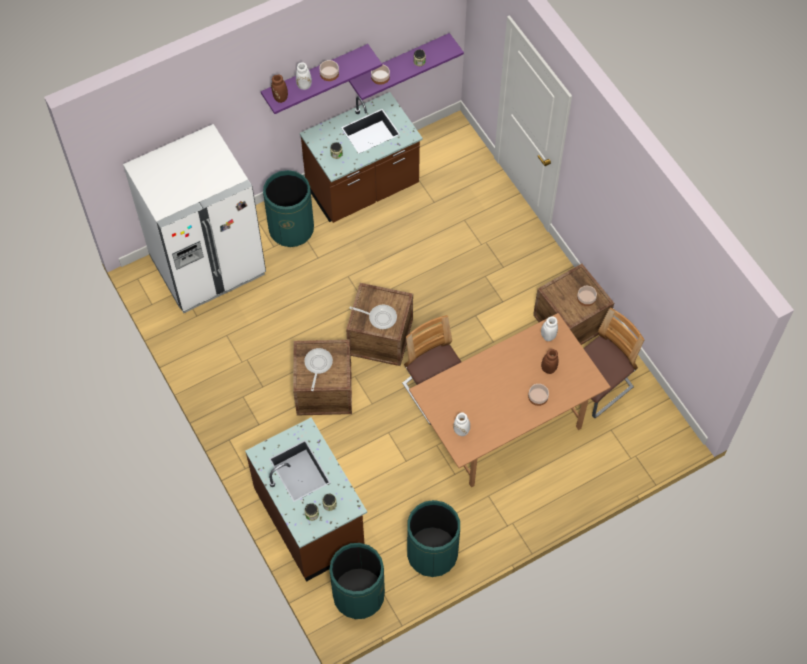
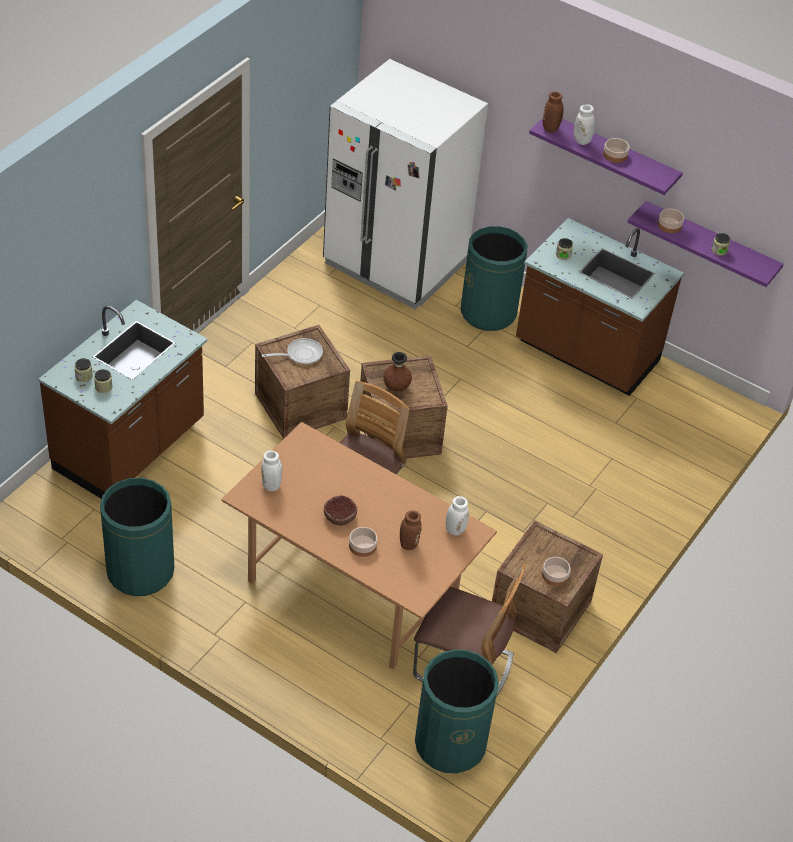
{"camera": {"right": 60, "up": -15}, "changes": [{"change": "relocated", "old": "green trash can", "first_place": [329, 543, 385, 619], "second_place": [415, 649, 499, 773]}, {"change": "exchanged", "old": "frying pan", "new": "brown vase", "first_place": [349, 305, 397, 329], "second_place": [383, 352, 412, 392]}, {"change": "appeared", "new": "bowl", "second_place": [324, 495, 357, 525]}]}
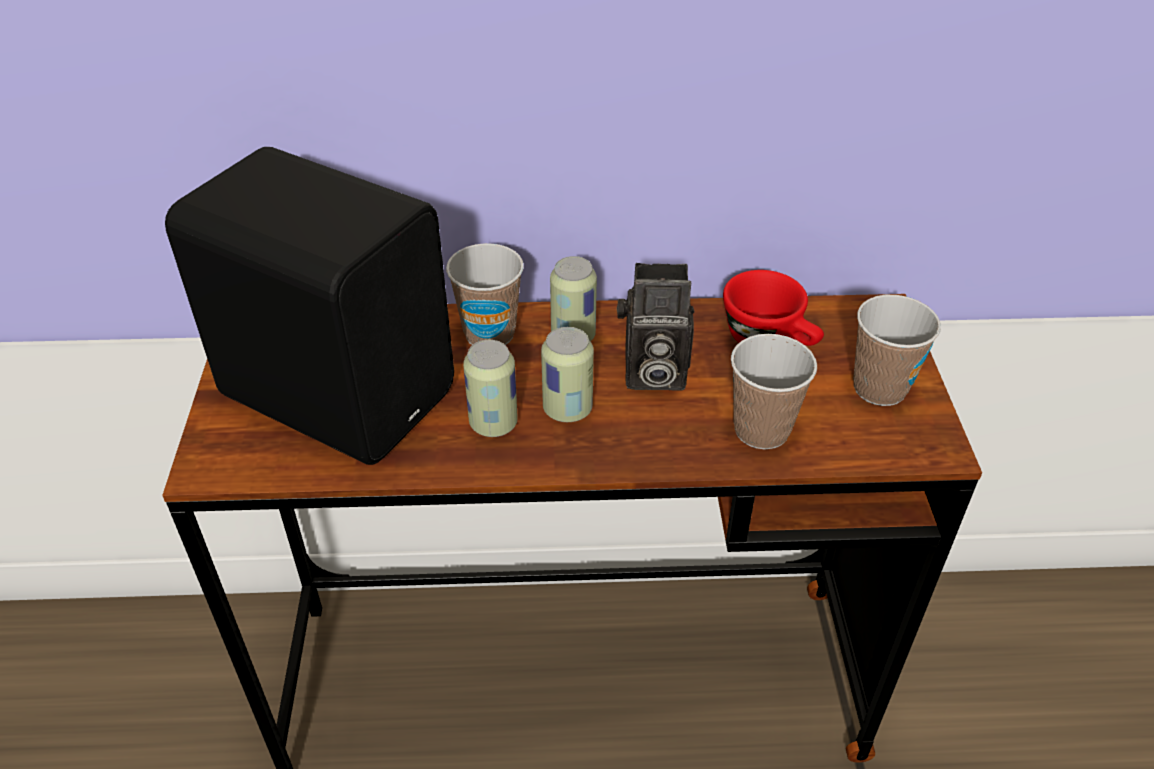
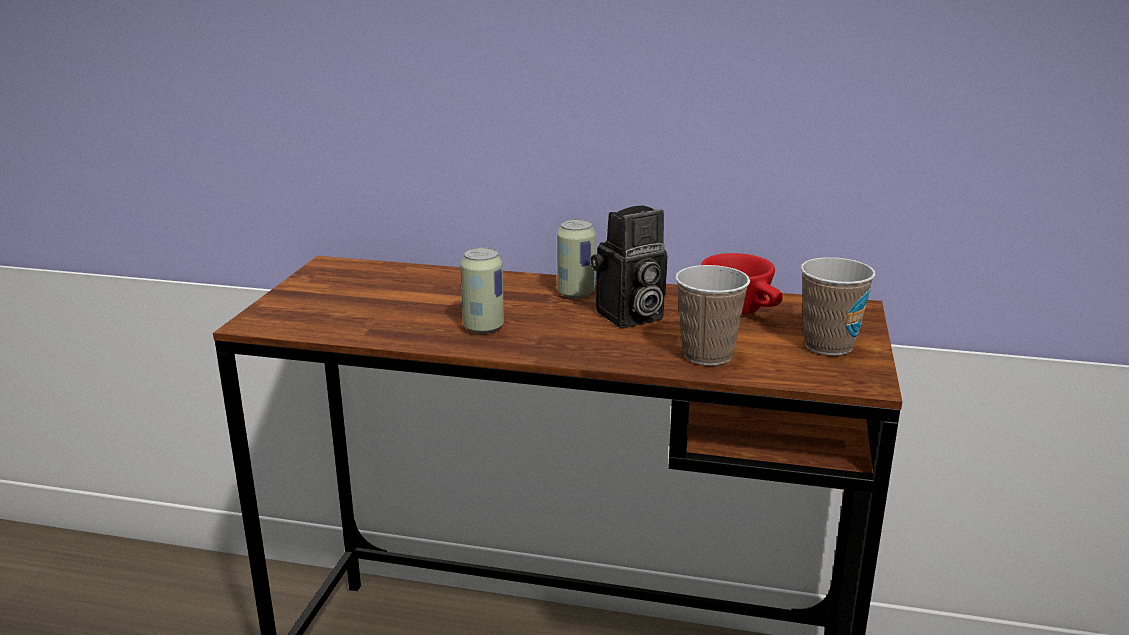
{"camera": {"right": 15, "up": -20}, "changes": [{"change": "missing", "old": "black speaker", "first_place": [165, 147, 454, 465]}, {"change": "missing", "old": "cup", "first_place": [446, 243, 524, 345]}, {"change": "missing", "old": "can", "first_place": [541, 327, 594, 422]}, {"change": "spun", "old": "photo camera", "first_place": [617, 263, 695, 391], "second_place": [591, 206, 667, 328], "degrees": -45}]}
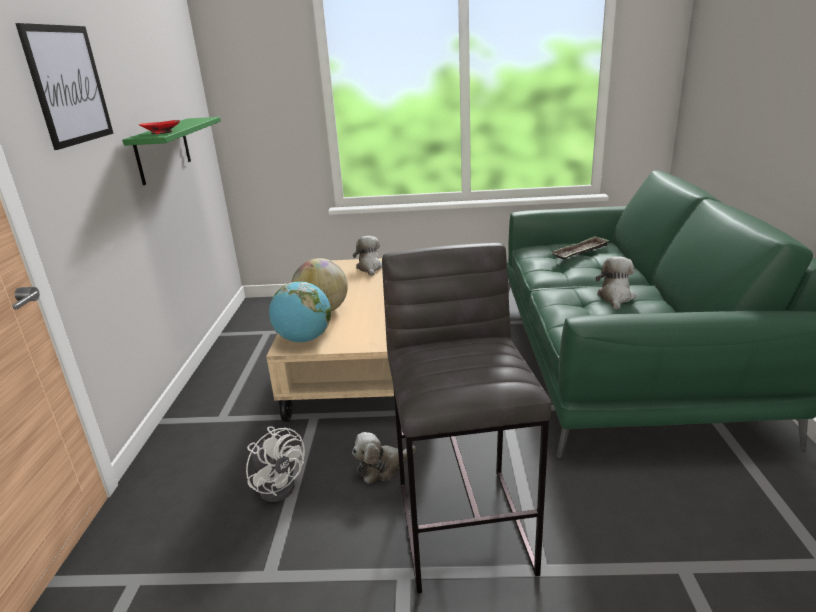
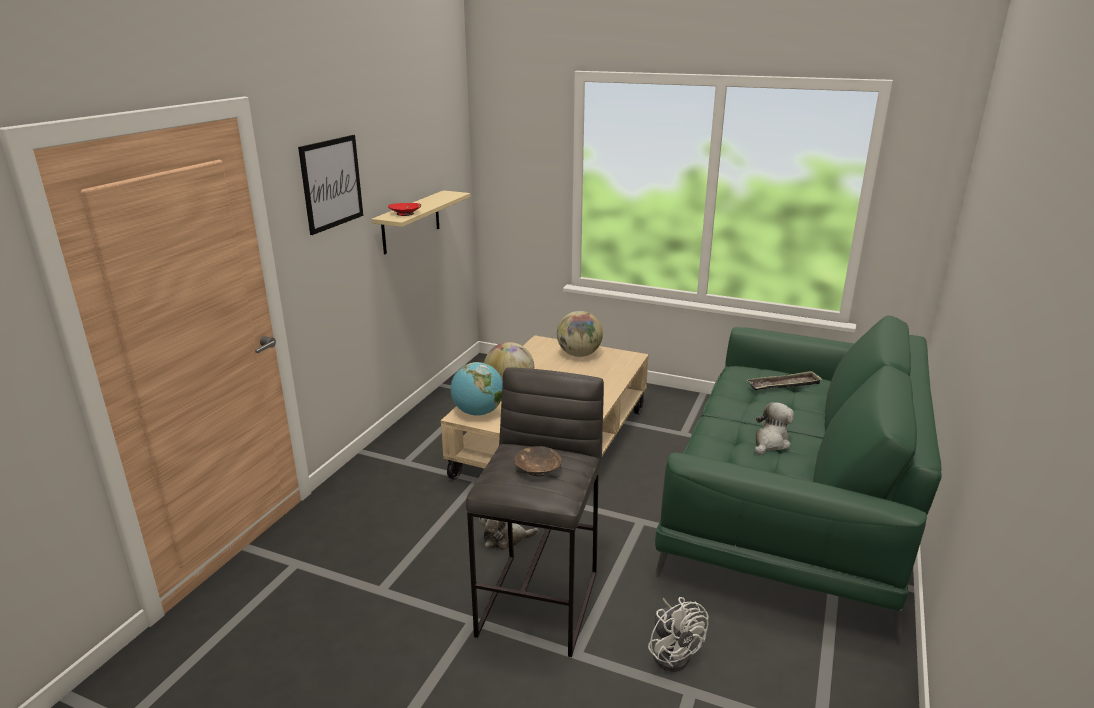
{"camera": {"right": 20, "up": 0}, "changes": [{"change": "colour", "old": "green shelf", "new": "beige shelf", "first_place": [123, 117, 221, 185], "second_place": [372, 190, 470, 255]}, {"change": "relocated", "old": "white fan", "first_place": [246, 426, 305, 502], "second_place": [648, 597, 709, 672]}, {"change": "exchanged", "old": "plush toy", "new": "globe", "first_place": [353, 236, 382, 276], "second_place": [557, 311, 603, 357]}, {"change": "appeared", "new": "brown bowl", "second_place": [514, 446, 562, 476]}]}
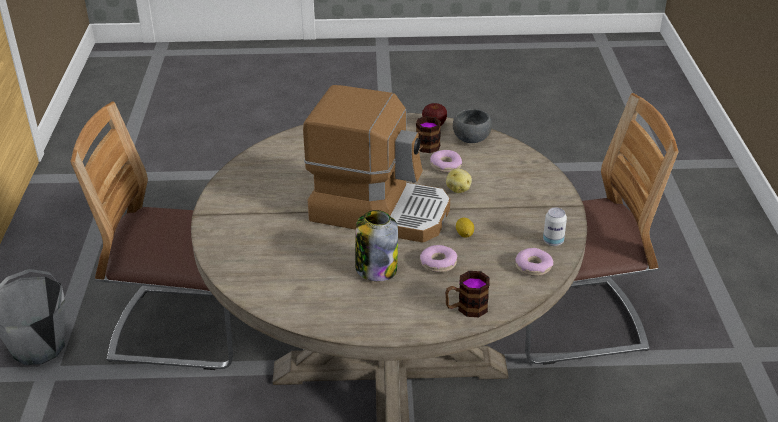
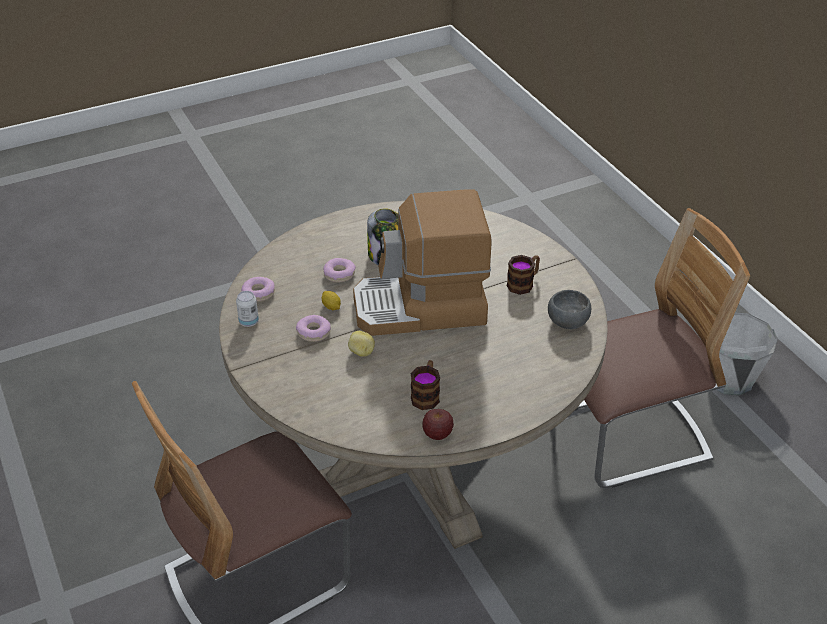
{"camera": {"right": 155, "up": 5}, "changes": [{"change": "relocated", "old": "donut", "first_place": [430, 150, 462, 172], "second_place": [296, 315, 331, 342]}, {"change": "relocated", "old": "mug", "first_place": [445, 271, 490, 317], "second_place": [507, 255, 540, 295]}, {"change": "relocated", "old": "grey bowl", "first_place": [453, 109, 492, 143], "second_place": [548, 290, 591, 329]}]}
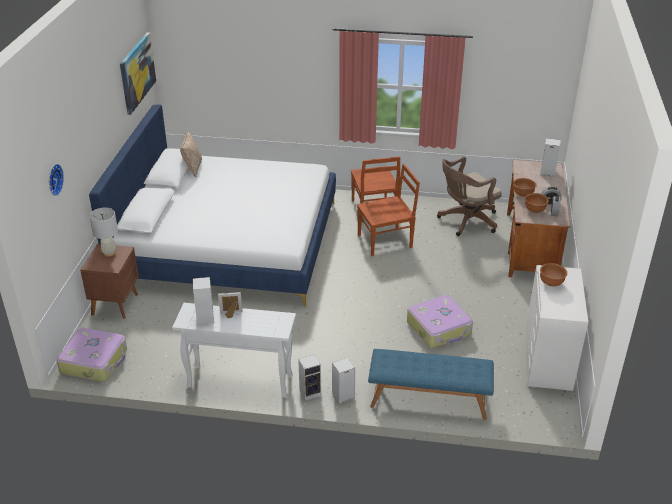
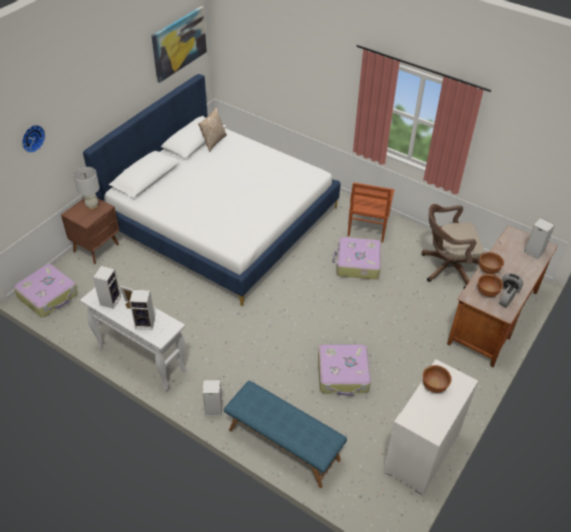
{"camera": {"right": 25, "up": 10}, "changes": [{"change": "relocated", "old": "speaker", "first_place": [298, 354, 321, 401], "second_place": [129, 290, 155, 330]}, {"change": "exchanged", "old": "brown chair", "new": "suitcase", "first_place": [357, 164, 420, 256], "second_place": [332, 237, 381, 280]}]}
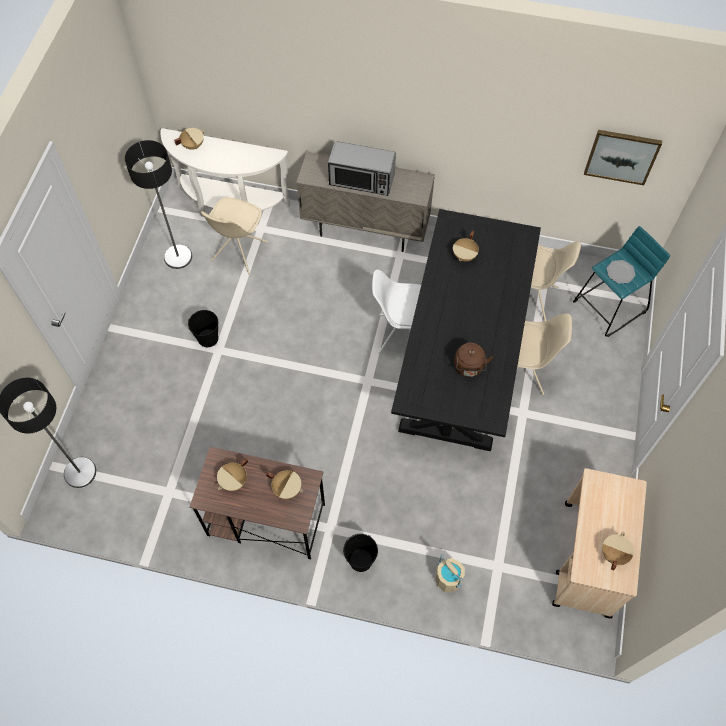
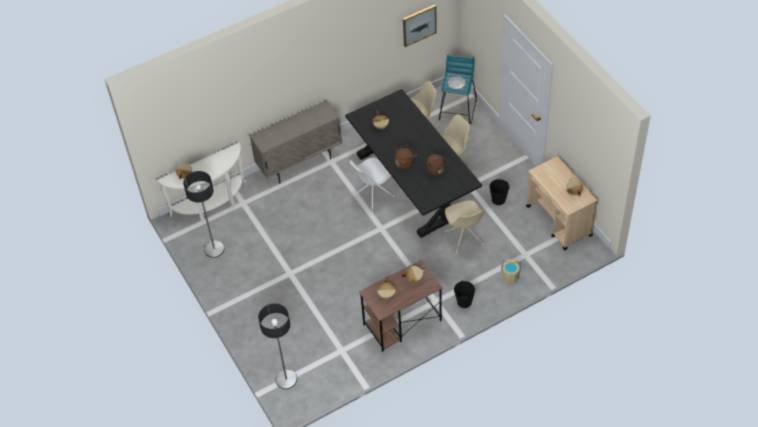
{"camera": {"right": -40, "up": -10}, "changes": [{"change": "relocated", "old": "black bucket", "first_place": [188, 310, 218, 347], "second_place": [489, 179, 509, 205]}, {"change": "relocated", "old": "beige chair", "first_place": [201, 197, 268, 274], "second_place": [444, 200, 484, 255]}, {"change": "missing", "old": "microwave", "first_place": [328, 141, 396, 196]}, {"change": "appeared", "new": "brown kettle", "second_place": [395, 144, 417, 169]}]}
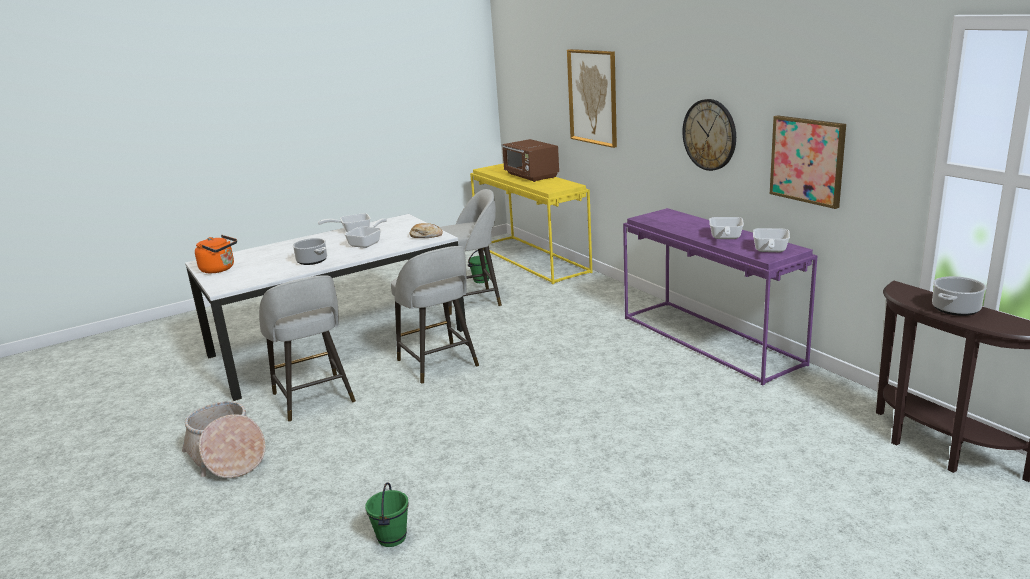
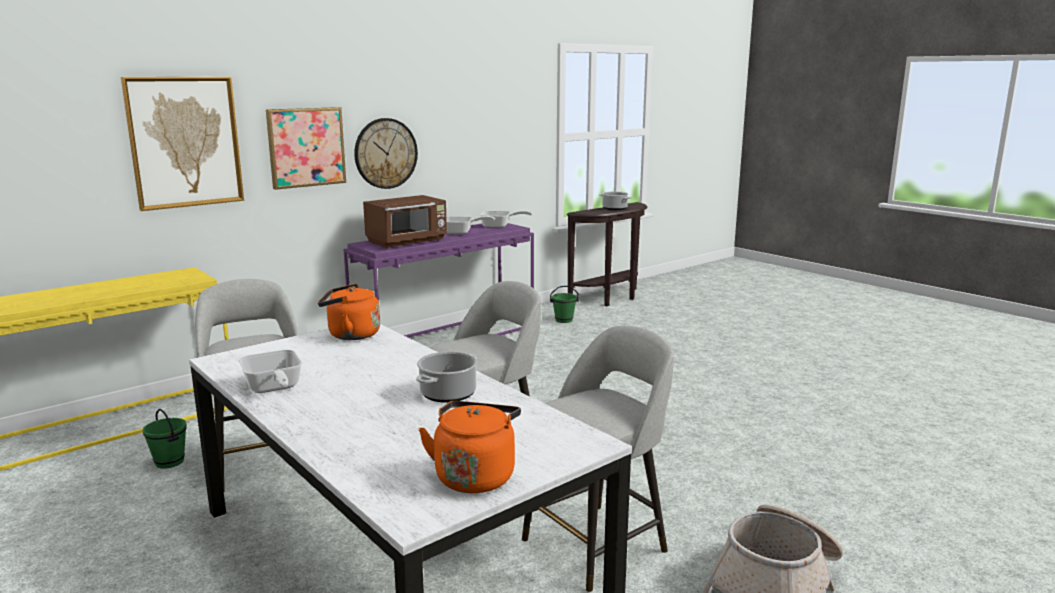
{"camera": {"right": -100, "up": -5}, "changes": [{"change": "missing", "old": "frying pan", "first_place": [344, 219, 387, 248]}, {"change": "relocated", "old": "green bucket", "first_place": [365, 482, 408, 547], "second_place": [550, 286, 579, 323]}, {"change": "exchanged", "old": "bread", "new": "orange kettle", "first_place": [410, 223, 442, 238], "second_place": [318, 284, 380, 340]}, {"change": "relocated", "old": "brown microwave", "first_place": [501, 139, 559, 182], "second_place": [363, 195, 447, 249]}, {"change": "relocated", "old": "picture", "first_place": [770, 115, 846, 209], "second_place": [266, 107, 346, 190]}]}
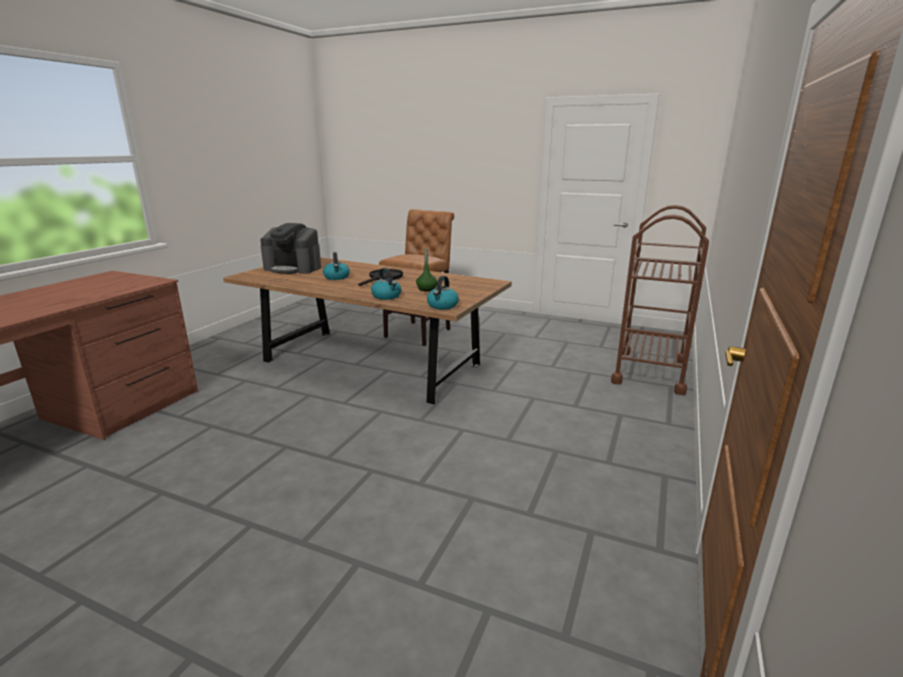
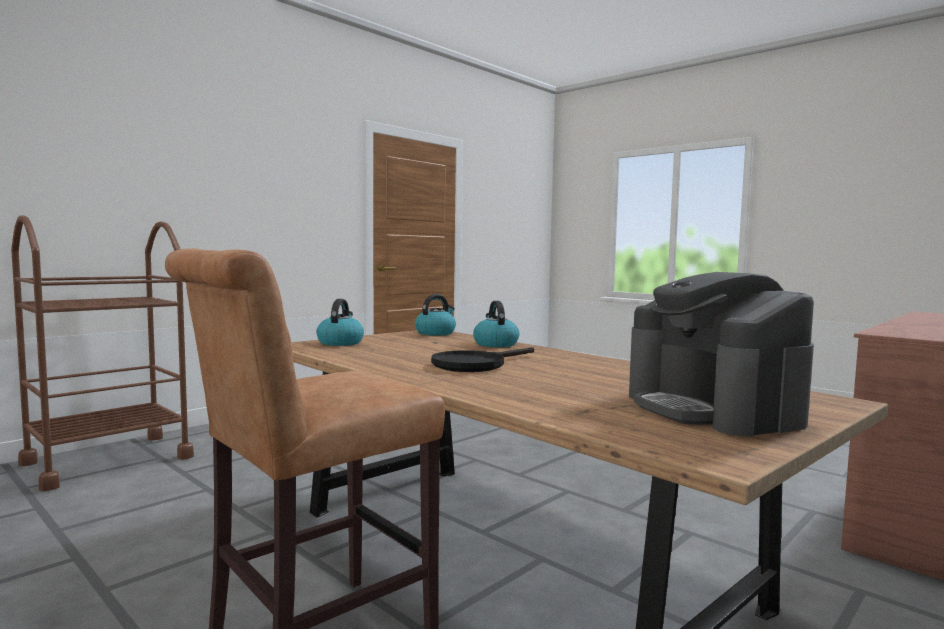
{"camera": {"right": -160, "up": -15}, "changes": [{"change": "spun", "old": "coffee machine", "first_place": [261, 223, 321, 274], "second_place": [629, 272, 814, 436], "degrees": -150}, {"change": "relocated", "old": "kettle", "first_place": [323, 252, 350, 280], "second_place": [316, 299, 364, 346]}, {"change": "missing", "old": "green bottle", "first_place": [416, 248, 437, 291]}]}
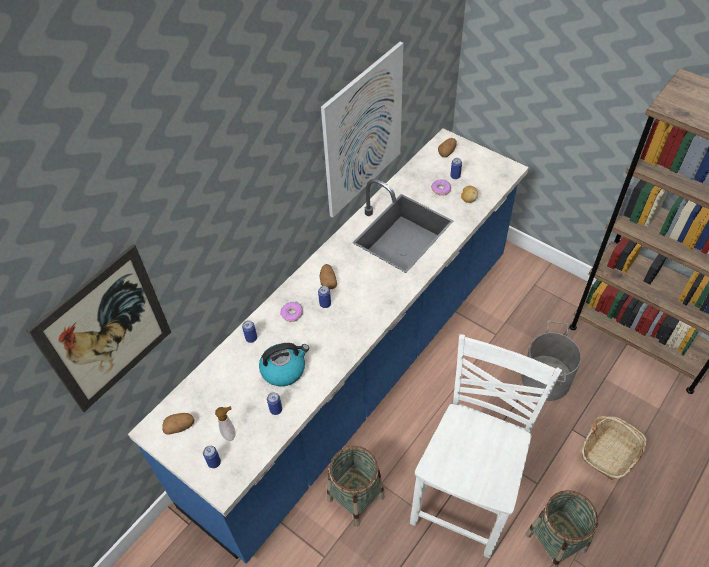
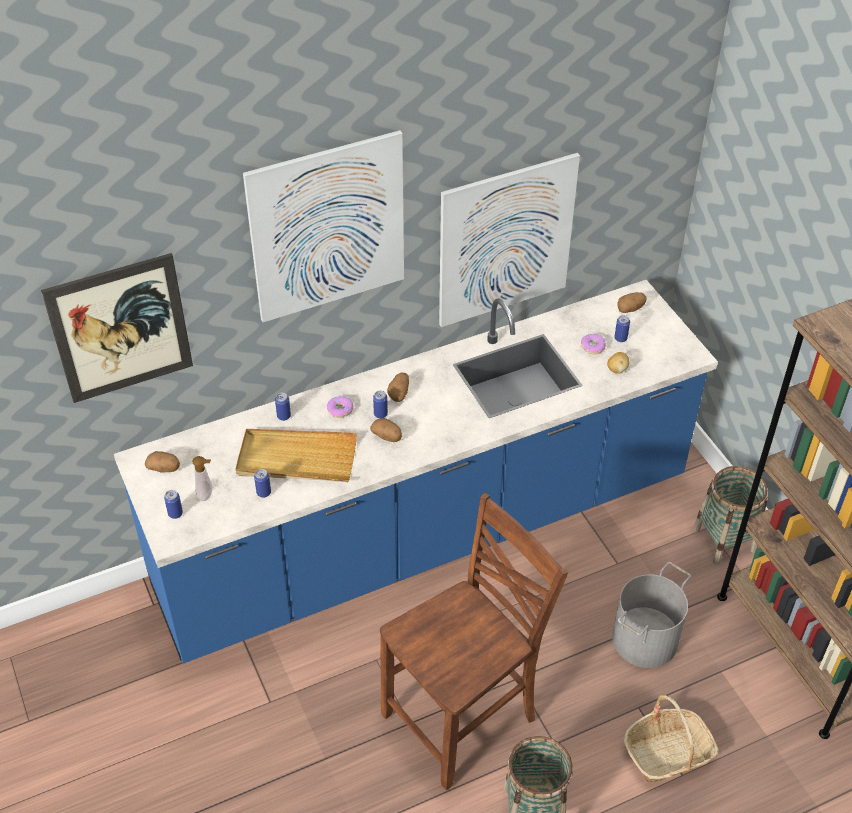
{"camera": {"right": 25, "up": -5}, "changes": [{"change": "exchanged", "old": "kettle", "new": "beige tray", "first_place": [259, 343, 309, 386], "second_place": [235, 429, 357, 482]}, {"change": "relocated", "old": "basket", "first_place": [327, 446, 385, 527], "second_place": [693, 466, 768, 565]}, {"change": "colour", "old": "white chair", "new": "brown chair", "first_place": [410, 334, 562, 558], "second_place": [380, 493, 568, 790]}, {"change": "appeared", "new": "picture", "second_place": [243, 130, 404, 322]}, {"change": "appeared", "new": "potato", "second_place": [370, 418, 402, 442]}]}
